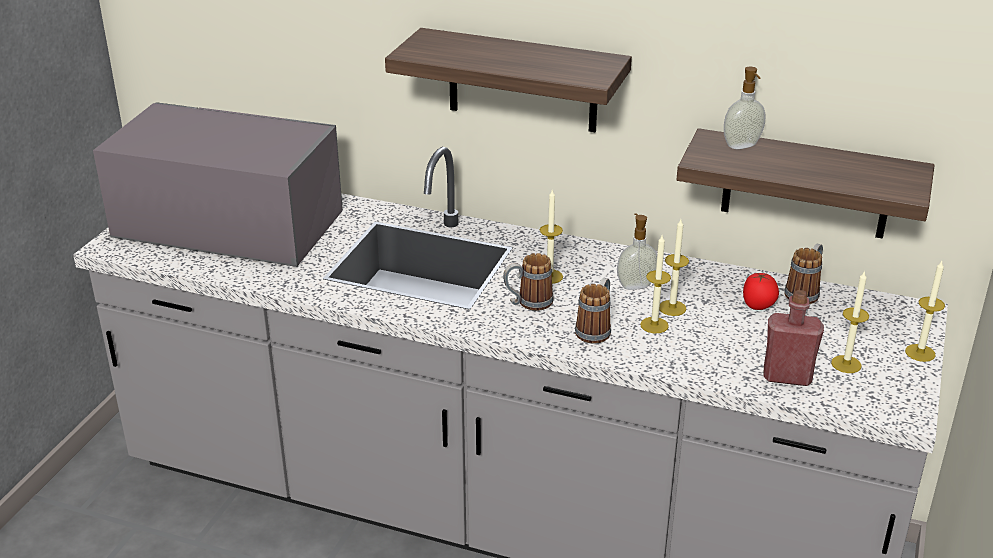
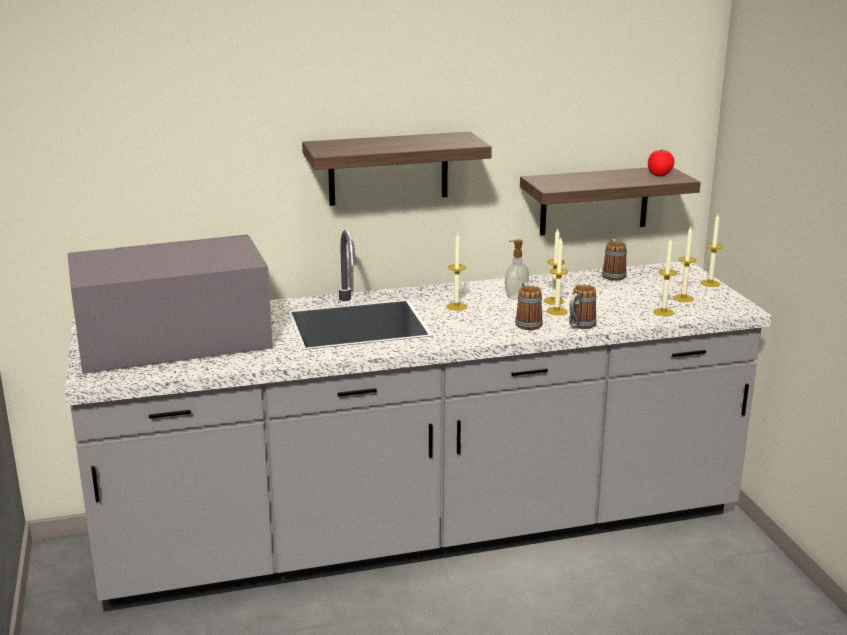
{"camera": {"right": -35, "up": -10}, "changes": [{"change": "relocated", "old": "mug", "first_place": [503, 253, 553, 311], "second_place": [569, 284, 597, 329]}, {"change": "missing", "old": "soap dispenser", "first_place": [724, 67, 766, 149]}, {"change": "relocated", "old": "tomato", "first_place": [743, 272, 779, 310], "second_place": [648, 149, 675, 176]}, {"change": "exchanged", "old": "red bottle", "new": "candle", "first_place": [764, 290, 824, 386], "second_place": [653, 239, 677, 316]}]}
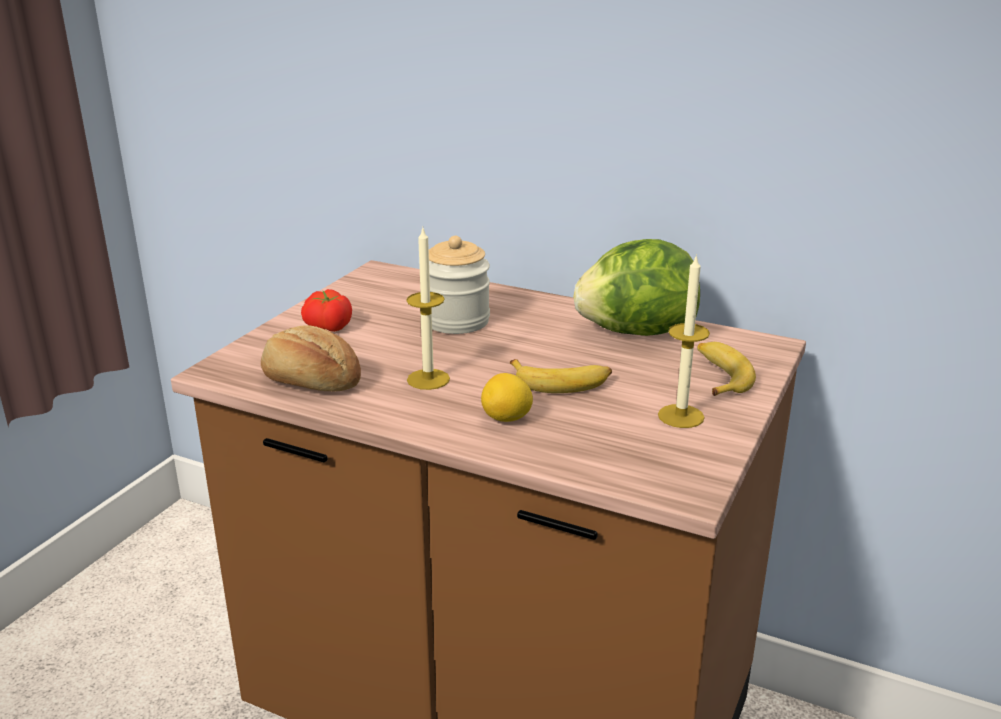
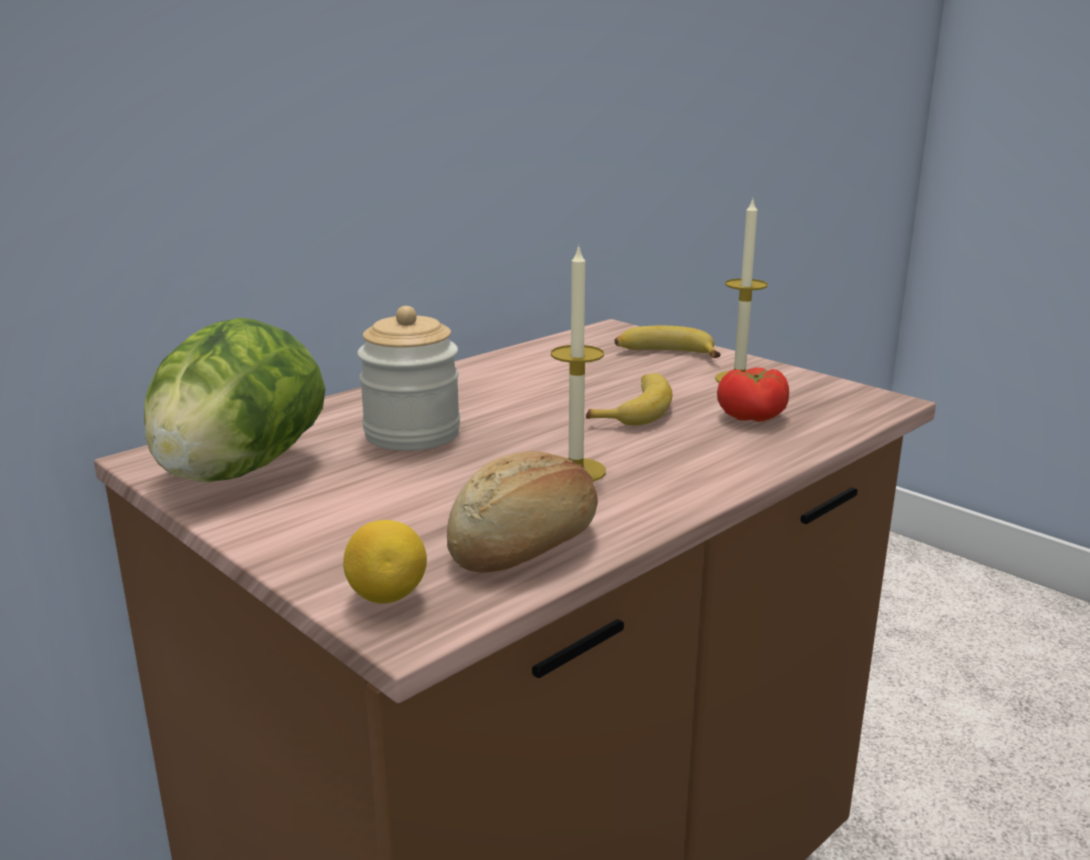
{"camera": {"right": -70, "up": -5}, "changes": [{"change": "relocated", "old": "tomato", "first_place": [301, 289, 352, 332], "second_place": [717, 367, 789, 422]}, {"change": "relocated", "old": "lemon", "first_place": [481, 373, 533, 422], "second_place": [343, 520, 427, 604]}, {"change": "relocated", "old": "lettuce", "first_place": [573, 239, 700, 336], "second_place": [144, 318, 325, 482]}]}
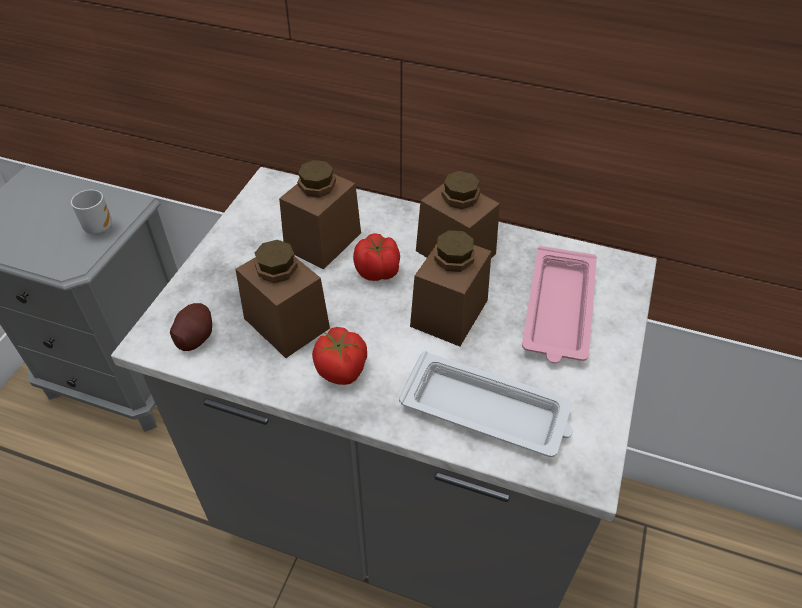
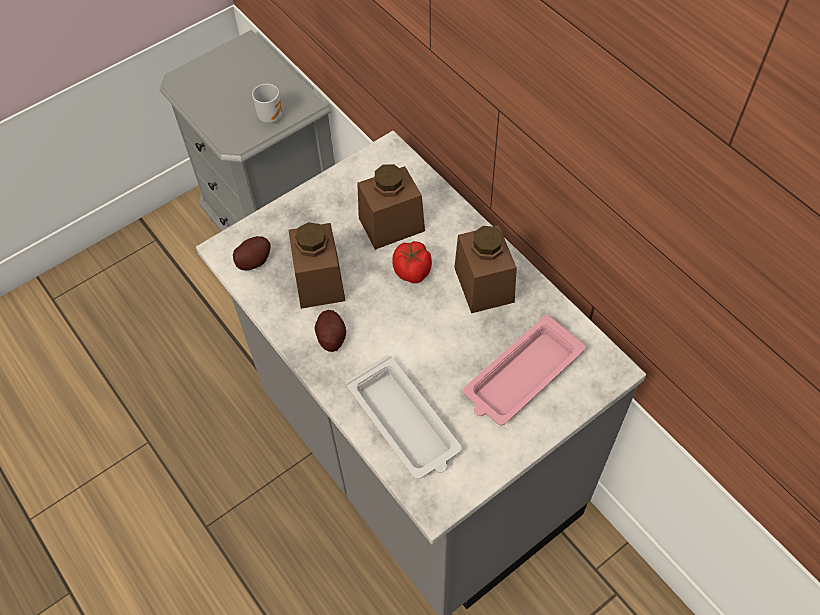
{"camera": {"right": 35, "up": 10}, "changes": [{"change": "exchanged", "old": "tomato", "new": "potato", "first_place": [312, 327, 367, 385], "second_place": [315, 310, 346, 352]}, {"change": "missing", "old": "brown jar", "first_place": [410, 230, 492, 347]}]}
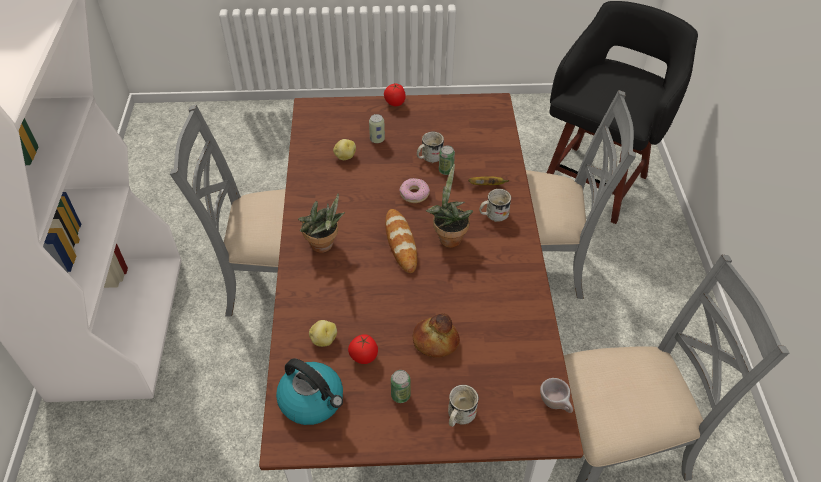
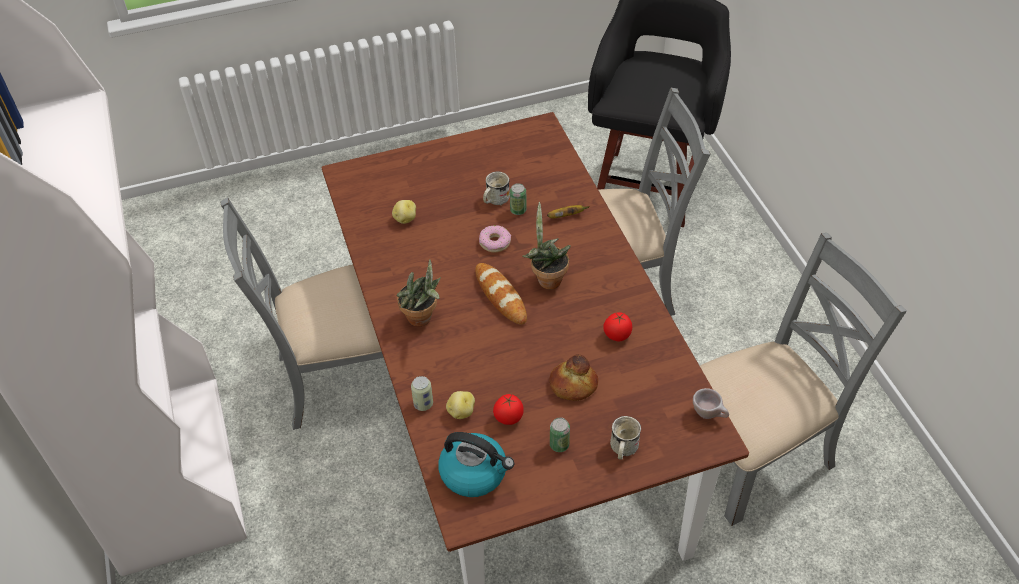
{"camera": {"right": -15, "up": 0}, "changes": [{"change": "relocated", "old": "can", "first_place": [369, 114, 385, 143], "second_place": [411, 376, 433, 411]}, {"change": "relocated", "old": "tomato", "first_place": [384, 83, 406, 106], "second_place": [603, 312, 632, 341]}, {"change": "missing", "old": "white mug", "first_place": [479, 189, 511, 222]}]}
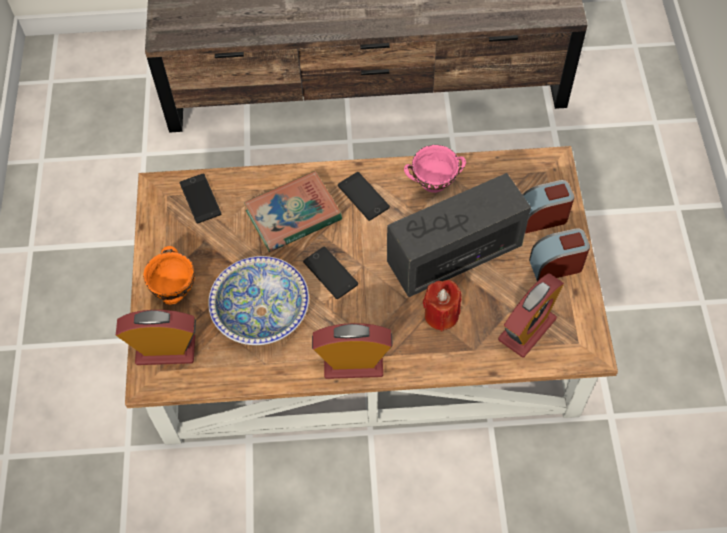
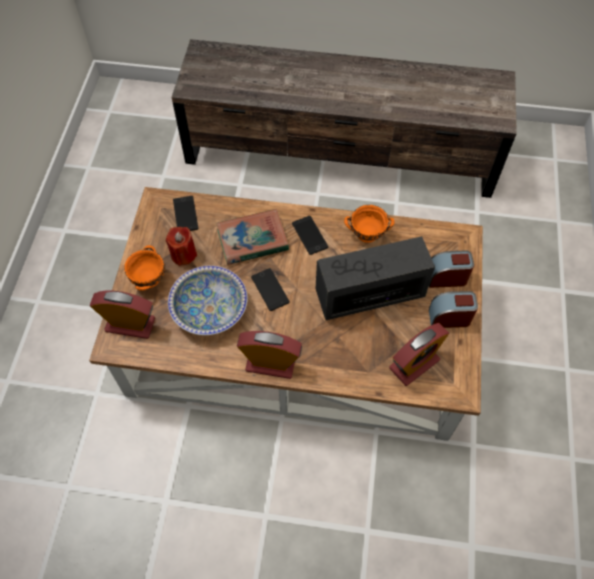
{"camera": {"right": 10, "up": 0}, "changes": [{"change": "colour", "old": "pink bowl", "new": "orange bowl", "first_place": [404, 145, 466, 193], "second_place": [344, 205, 395, 243]}, {"change": "relocated", "old": "red candle", "first_place": [423, 280, 462, 332], "second_place": [166, 227, 197, 266]}]}
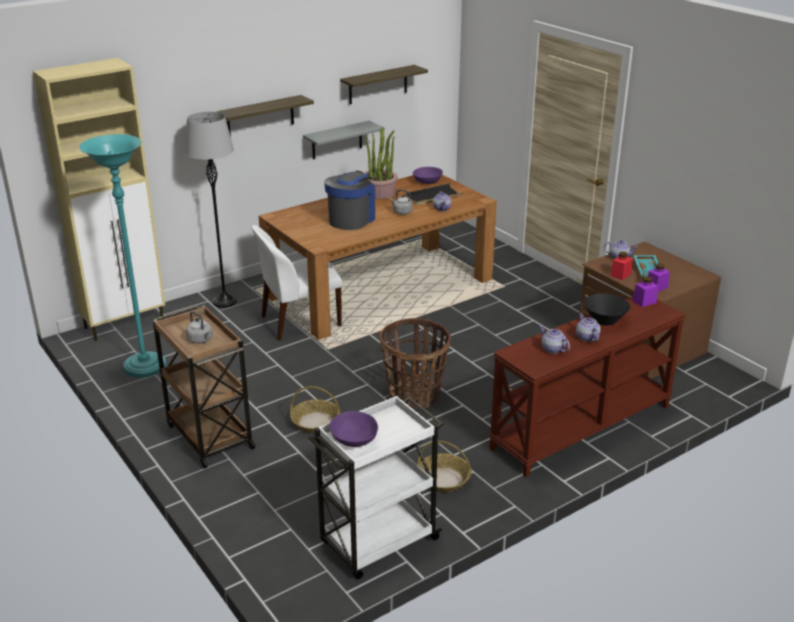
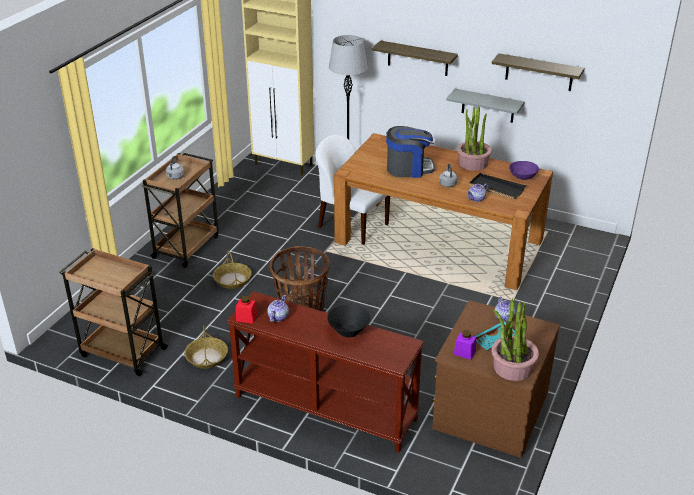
{"camera": {"right": 60, "up": 5}, "changes": [{"change": "missing", "old": "turquoise floor lamp", "first_place": [79, 134, 166, 378]}, {"change": "colour", "old": "white cart", "new": "brown cart", "first_place": [308, 395, 443, 579], "second_place": [59, 248, 169, 376]}, {"change": "missing", "old": "purple bowl", "first_place": [329, 411, 378, 447]}, {"change": "missing", "old": "teapot", "first_place": [576, 313, 601, 342]}, {"change": "relocated", "old": "red jar", "first_place": [610, 252, 632, 280], "second_place": [236, 296, 257, 324]}, {"change": "missing", "old": "purple jar", "first_place": [632, 277, 658, 307]}, {"change": "appeared", "new": "potted plant", "second_place": [491, 298, 539, 381]}]}
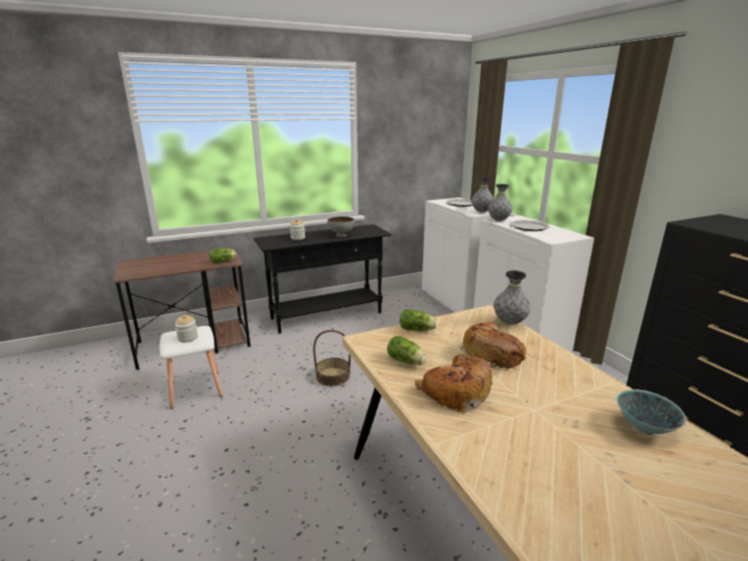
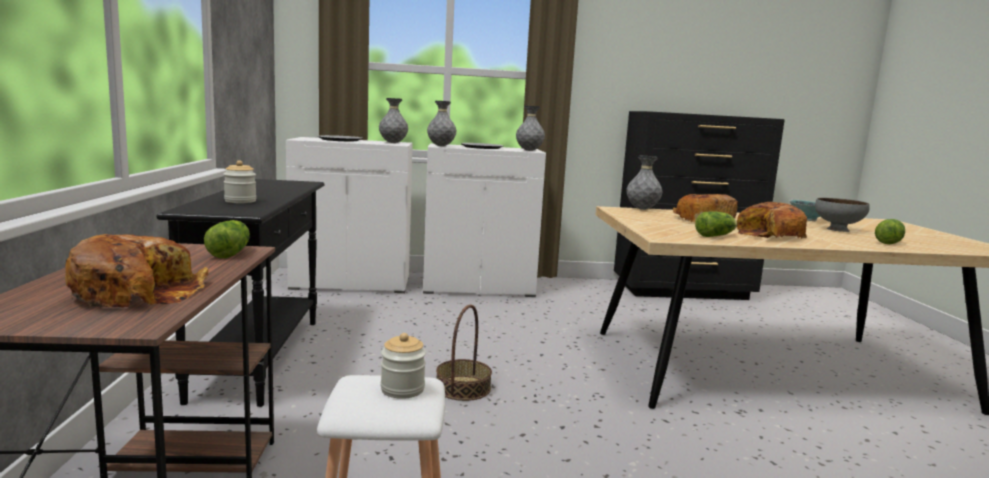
{"camera": {"right": -70, "up": -10}, "changes": [{"change": "relocated", "old": "grey bowl", "first_place": [327, 216, 354, 237], "second_place": [815, 198, 870, 232]}, {"change": "relocated", "old": "lettuce", "first_place": [400, 309, 437, 331], "second_place": [875, 219, 905, 244]}, {"change": "appeared", "new": "bread", "second_place": [65, 234, 209, 308]}, {"change": "appeared", "new": "grey vase", "second_place": [516, 106, 545, 151]}]}
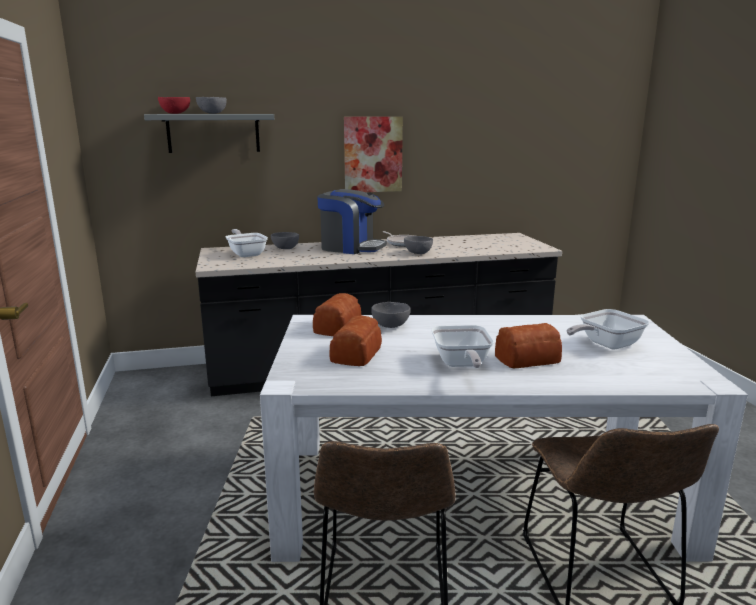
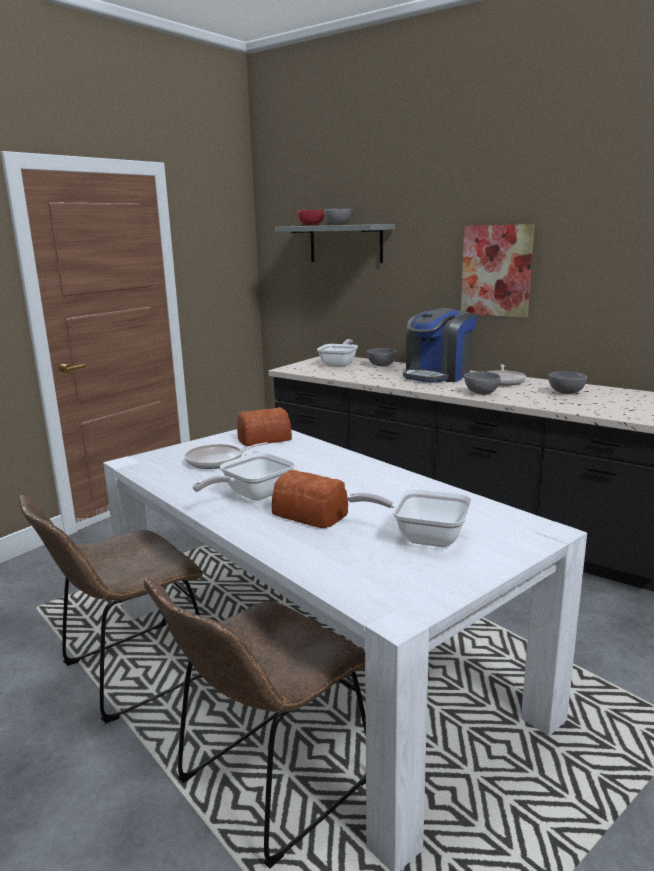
{"camera": {"right": 50, "up": 0}, "changes": [{"change": "spun", "old": "coffee machine", "first_place": [317, 189, 387, 254], "second_place": [403, 308, 477, 383], "degrees": 60}, {"change": "exchanged", "old": "bread", "new": "frying pan", "first_place": [329, 315, 382, 366], "second_place": [184, 442, 268, 469]}, {"change": "relocated", "old": "grey bowl", "first_place": [371, 302, 411, 328], "second_place": [549, 371, 587, 394]}]}
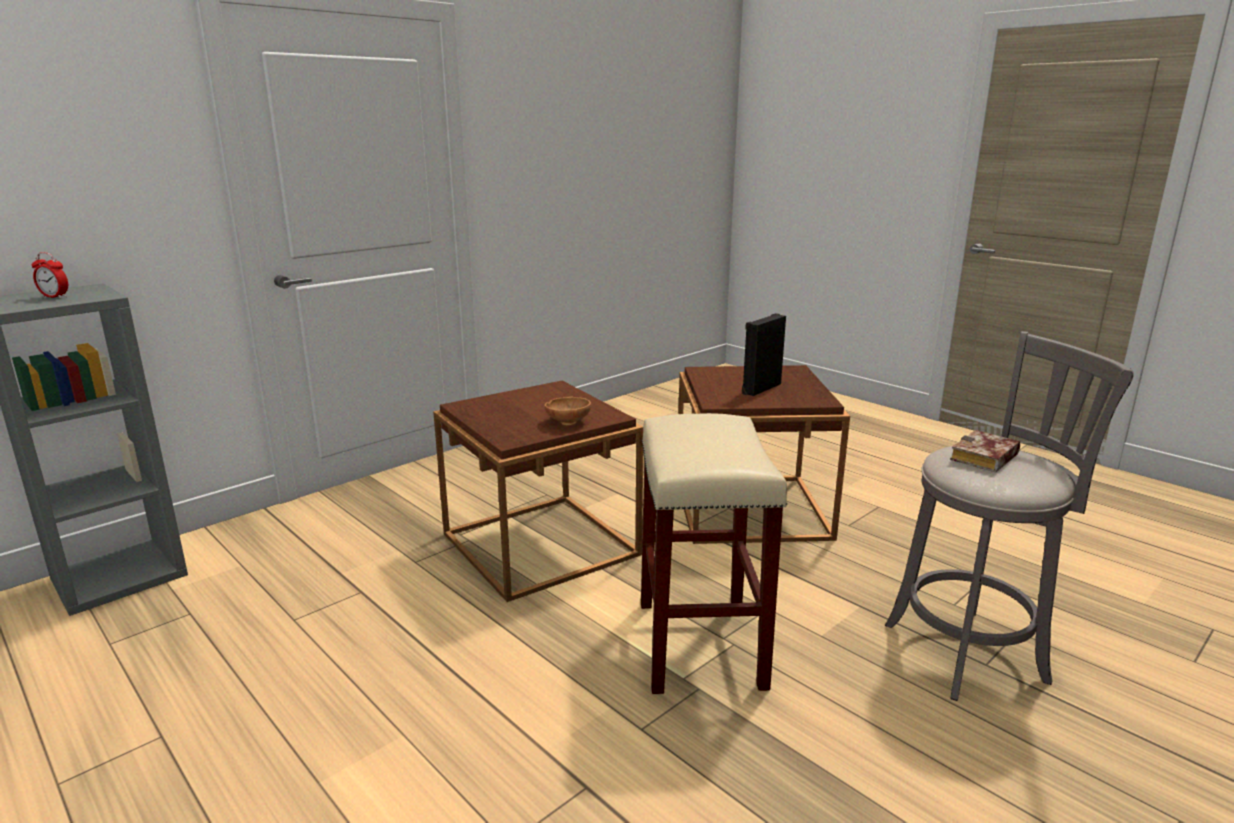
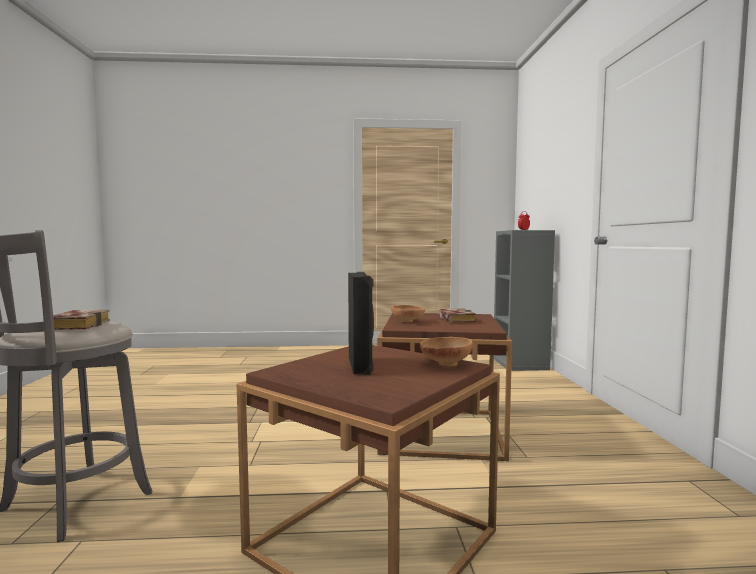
{"camera": {"right": 130, "up": -15}, "changes": [{"change": "missing", "old": "beige stool", "first_place": [641, 413, 787, 694]}, {"change": "appeared", "new": "brown bowl", "second_place": [420, 337, 473, 366]}, {"change": "appeared", "new": "book", "second_place": [439, 308, 476, 323]}]}
